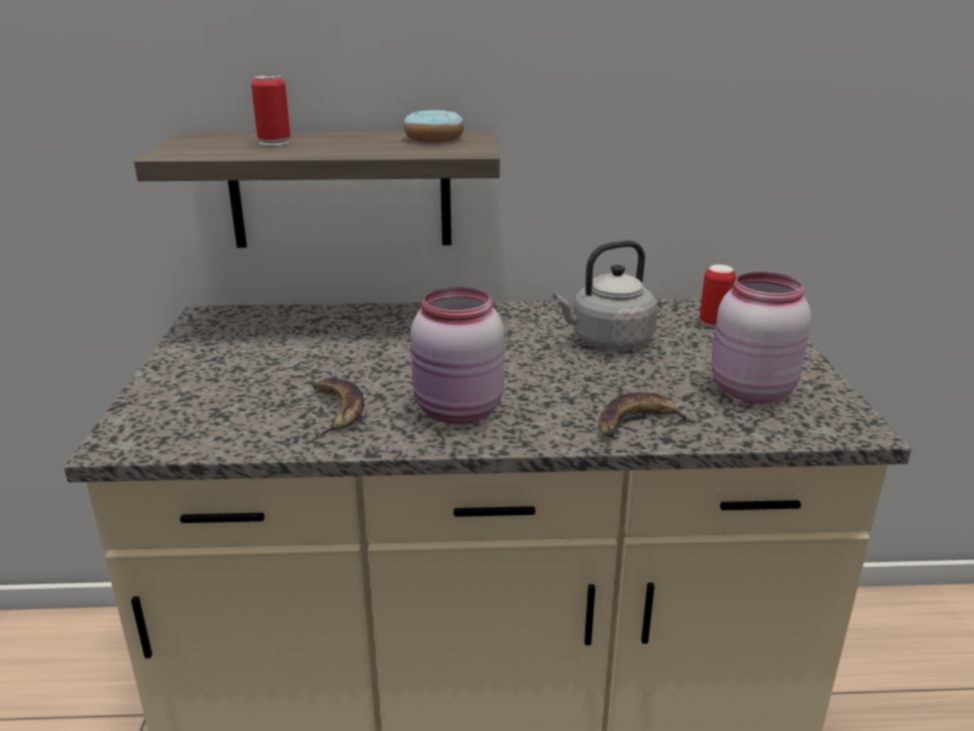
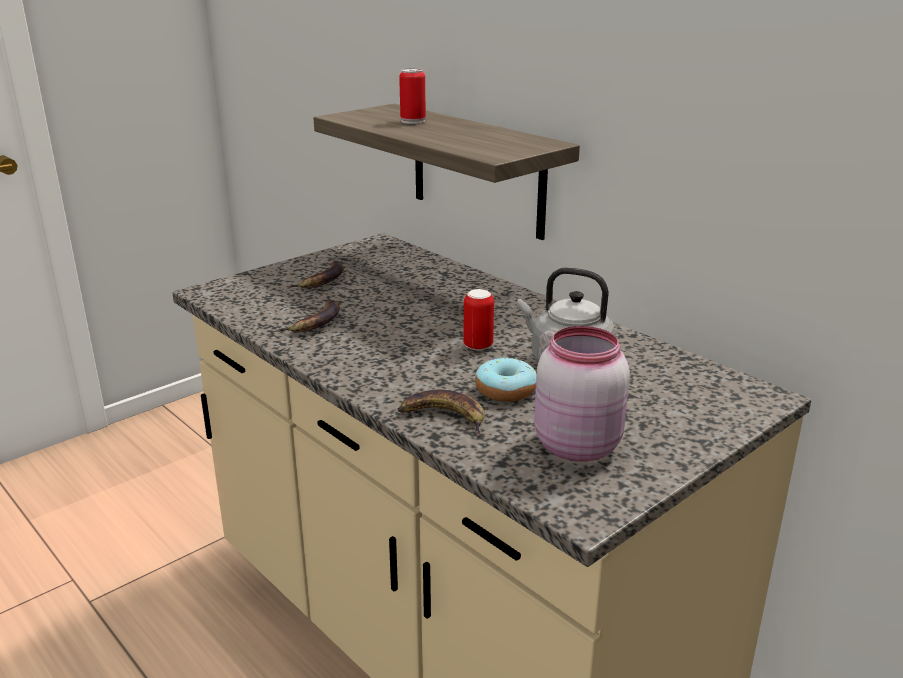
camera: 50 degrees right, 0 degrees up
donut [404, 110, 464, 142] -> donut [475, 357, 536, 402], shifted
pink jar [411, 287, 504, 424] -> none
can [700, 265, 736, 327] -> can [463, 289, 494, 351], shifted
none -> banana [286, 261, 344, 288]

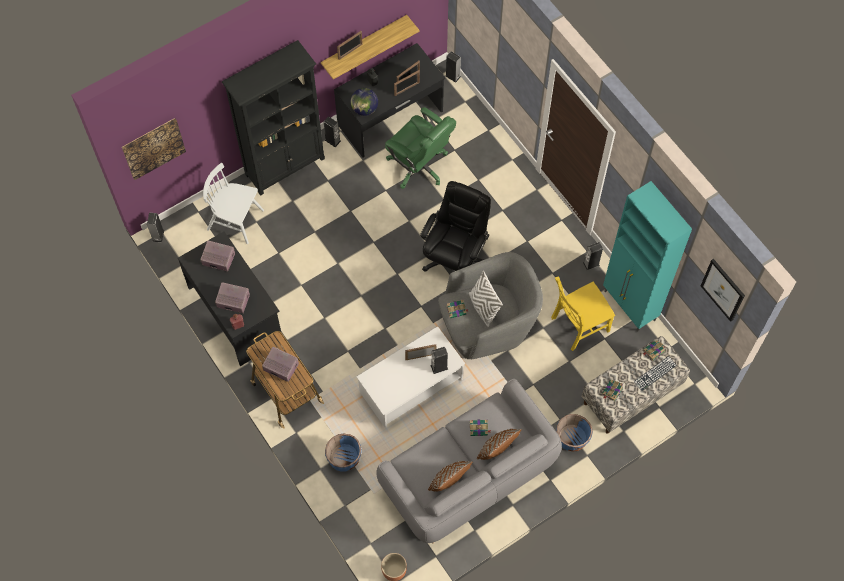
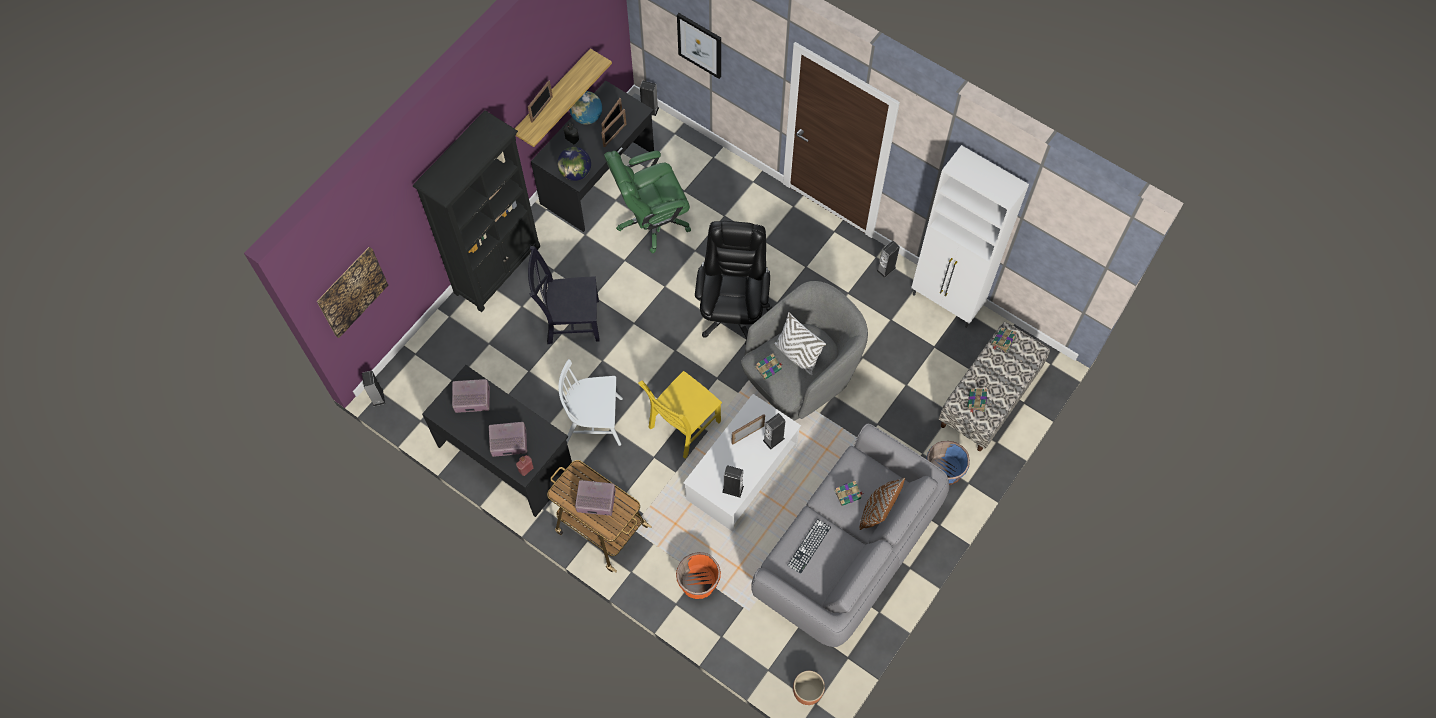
camera: 20 degrees left, 0 degrees up
white chair [203, 163, 264, 244] -> white chair [558, 359, 623, 446], shifted
speaker [324, 116, 341, 147] -> speaker [722, 465, 744, 498], shifted
blue planter [325, 434, 362, 471] -> orange planter [676, 552, 721, 599]
green office chair [385, 107, 456, 189] -> green office chair [604, 151, 691, 254], 135 degrees clockwise
brown pillow [428, 461, 472, 491] -> none
yellow chair [551, 277, 615, 351] -> yellow chair [638, 371, 722, 459], shifted
turquoise cabinet [603, 181, 692, 332] -> white cabinet [911, 145, 1029, 328]
keyboard [634, 356, 677, 391] -> keyboard [787, 519, 831, 574], shifted
picture [701, 259, 745, 322] -> picture [677, 13, 721, 79], shifted
none -> black chair [528, 246, 600, 344]
none -> globe [569, 91, 602, 125]

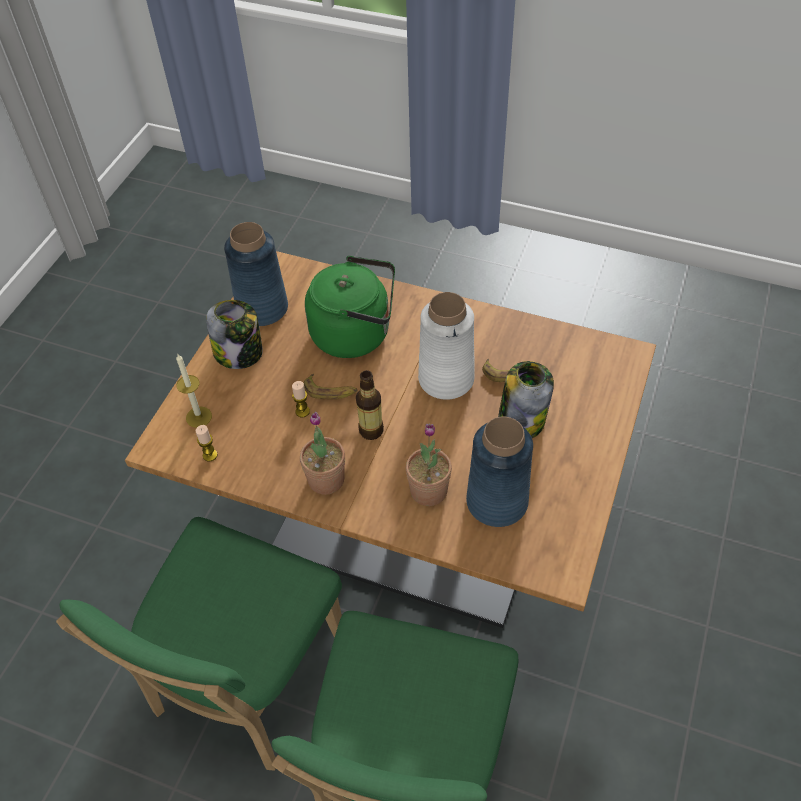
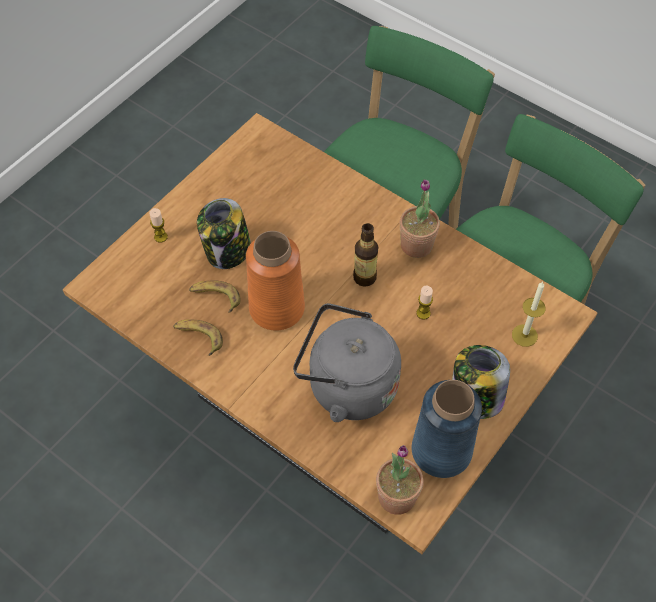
camera: 165 degrees left, 5 degrees up
candle [196, 425, 218, 461] -> candle [149, 208, 168, 243], shifted
banana [304, 374, 358, 399] -> banana [173, 319, 223, 356], shifted
green kettle [305, 256, 395, 358] -> grey kettle [293, 303, 401, 422]
potted plant [406, 424, 452, 506] -> potted plant [376, 445, 424, 515], shifted
white vase [418, 292, 474, 400] -> orange vase [246, 231, 305, 330]
blue vase [466, 417, 533, 527] -> none

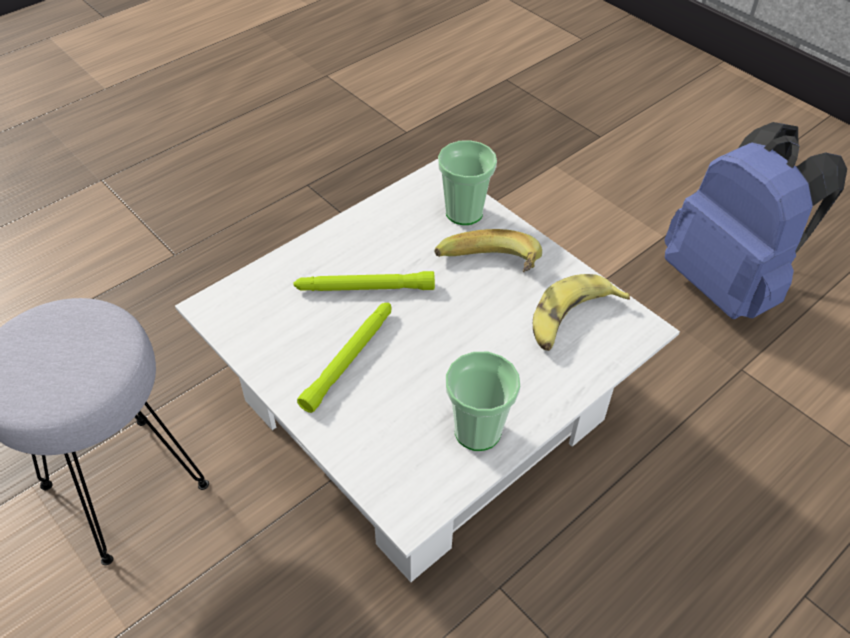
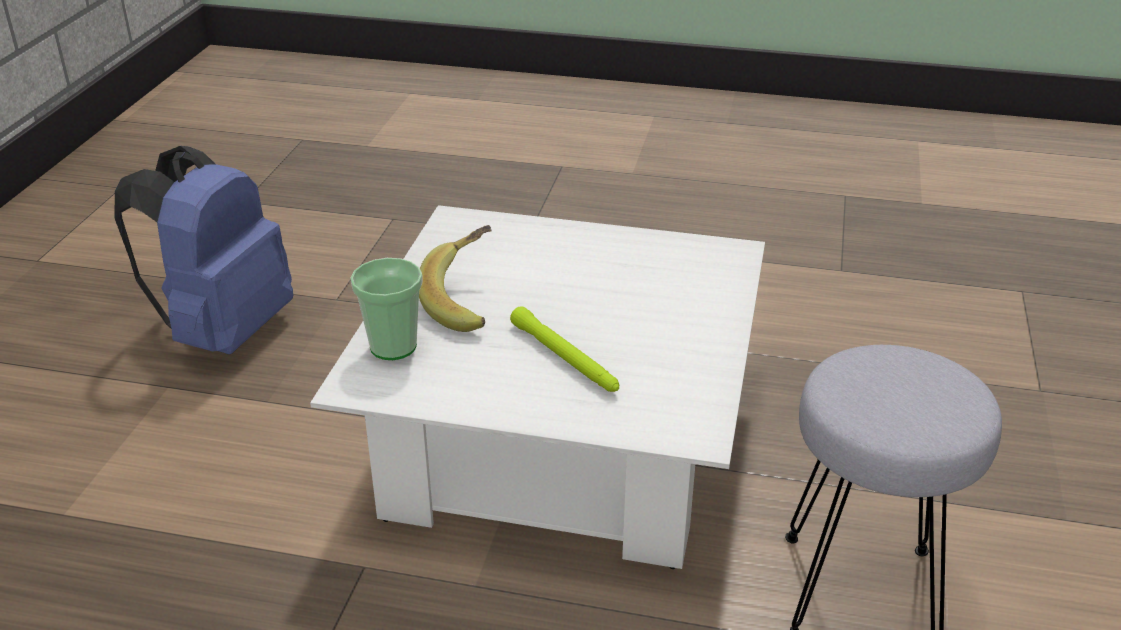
camera: 125 degrees left, 15 degrees down
green flashlight [297, 303, 392, 413] -> none
cup [446, 351, 521, 451] -> none
banana [533, 274, 630, 351] -> none

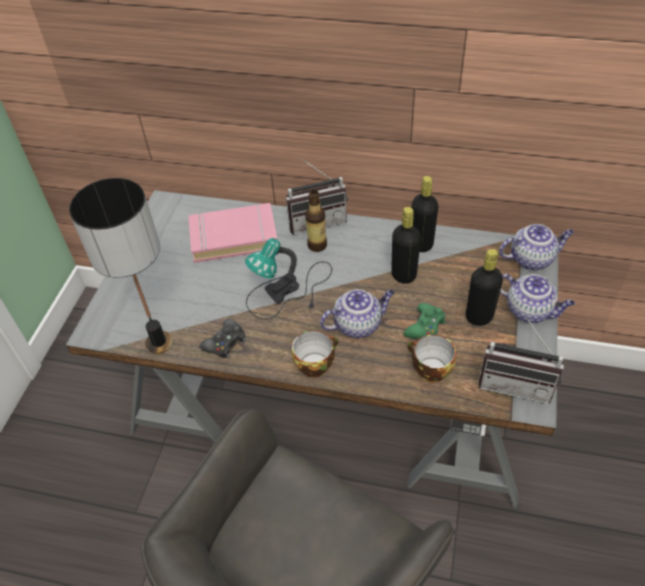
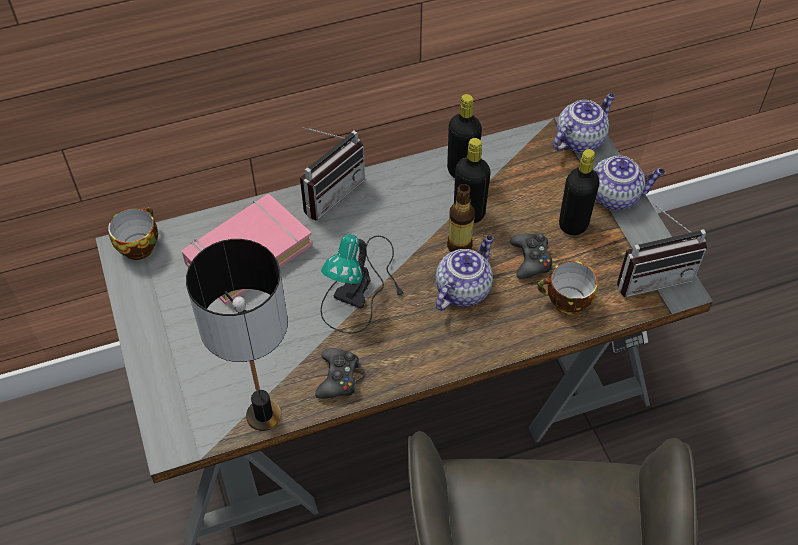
camera: 35 degrees left, 5 degrees up
cup [292, 330, 339, 377] -> cup [108, 207, 158, 260], shifted
bottle [305, 190, 327, 252] -> bottle [447, 184, 475, 252], shifted
green game controller [404, 303, 445, 338] -> black game controller [510, 233, 552, 279]

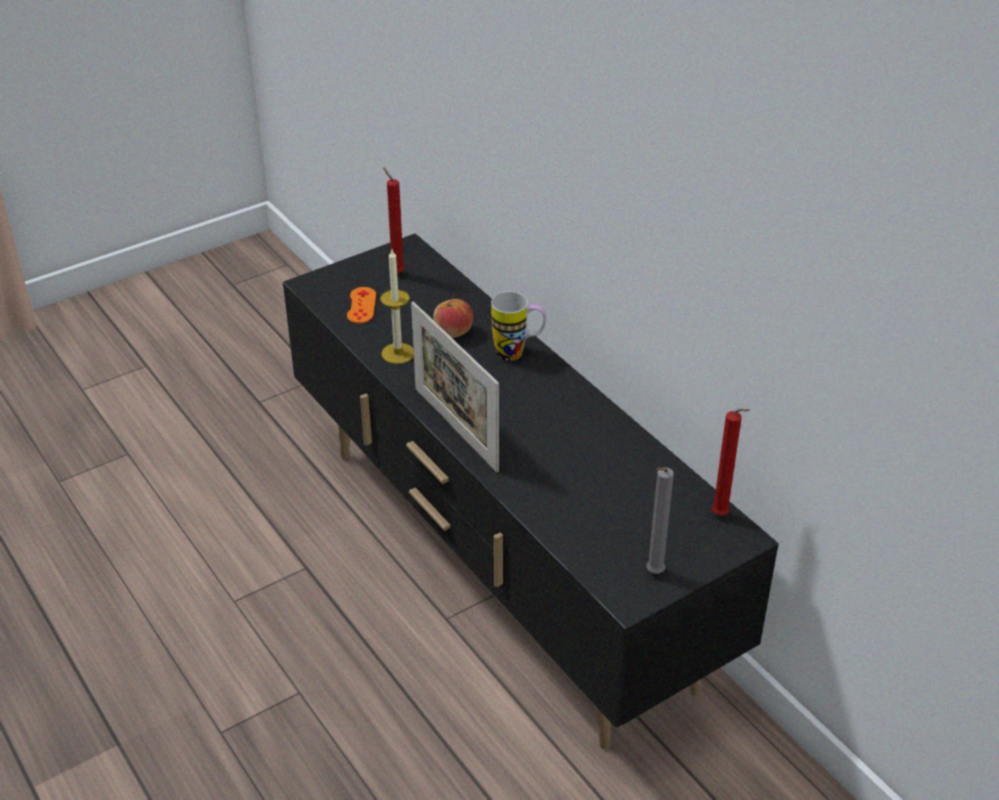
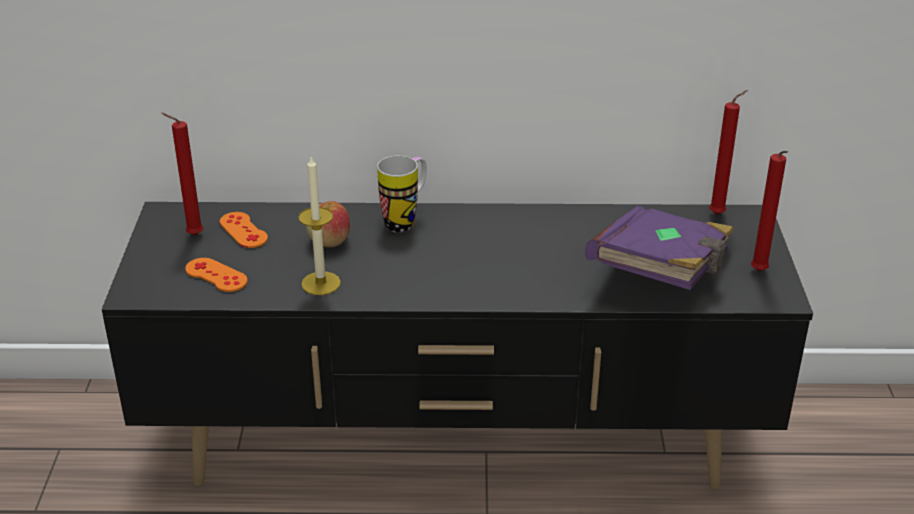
camera: 55 degrees left, 5 degrees down
picture frame [411, 302, 499, 472] -> none
grey candle [647, 467, 674, 574] -> red candle [751, 151, 788, 271]
none -> orange game controller [220, 212, 268, 248]
none -> purple book [585, 206, 734, 290]

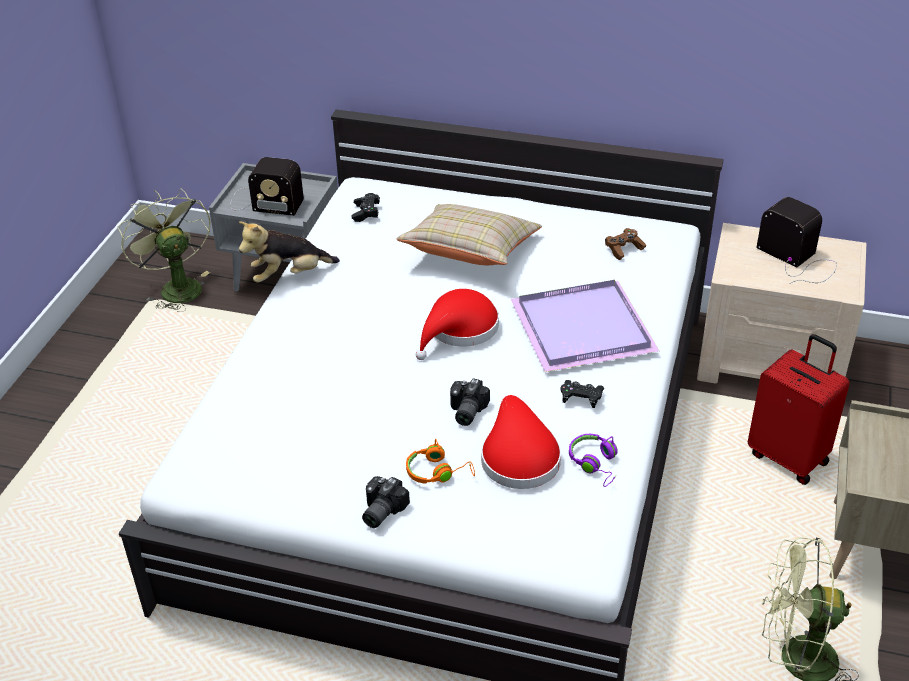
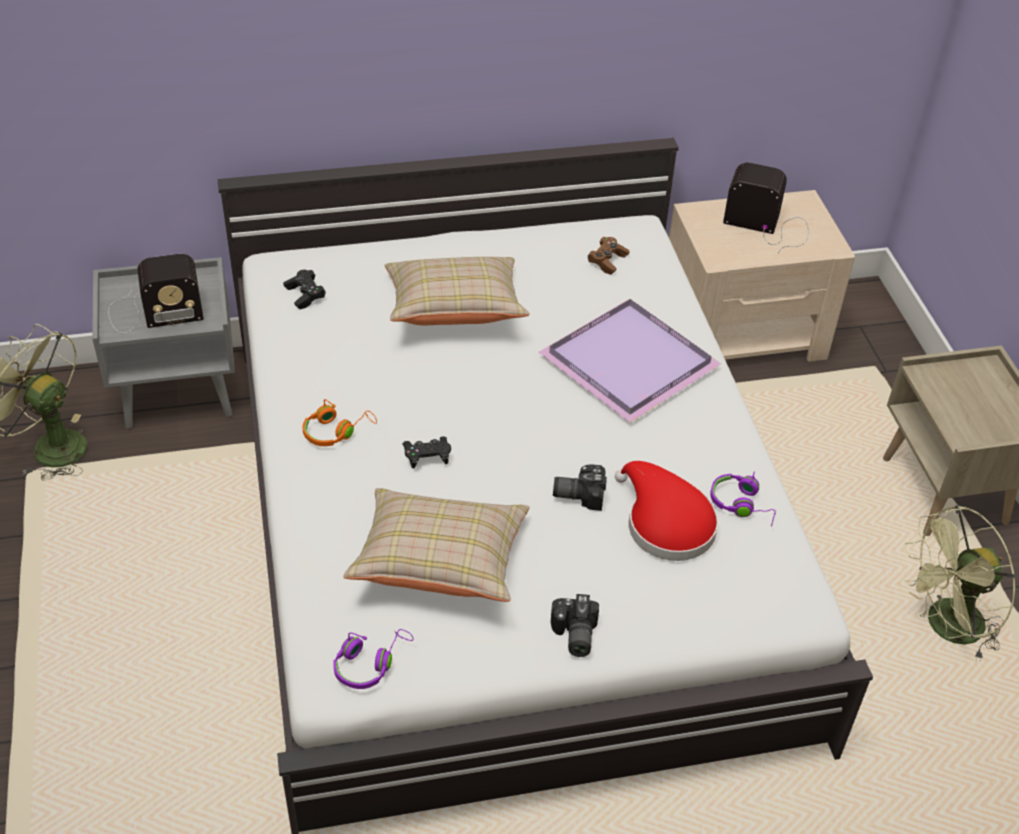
camera: 30 degrees left, 5 degrees up
plush toy [238, 221, 340, 283] -> none
orange headphones [406, 439, 475, 484] -> orange headphones [302, 399, 377, 446], shifted
red hat [416, 289, 499, 360] -> none
photo camera [450, 378, 490, 426] -> photo camera [553, 464, 607, 511], 105 degrees clockwise
black game controller [560, 380, 604, 408] -> black game controller [402, 436, 451, 468], shifted
red suitcase [748, 334, 850, 485] -> none
none -> purple headphones [333, 629, 414, 689]
none -> beige pillow [343, 488, 529, 602]

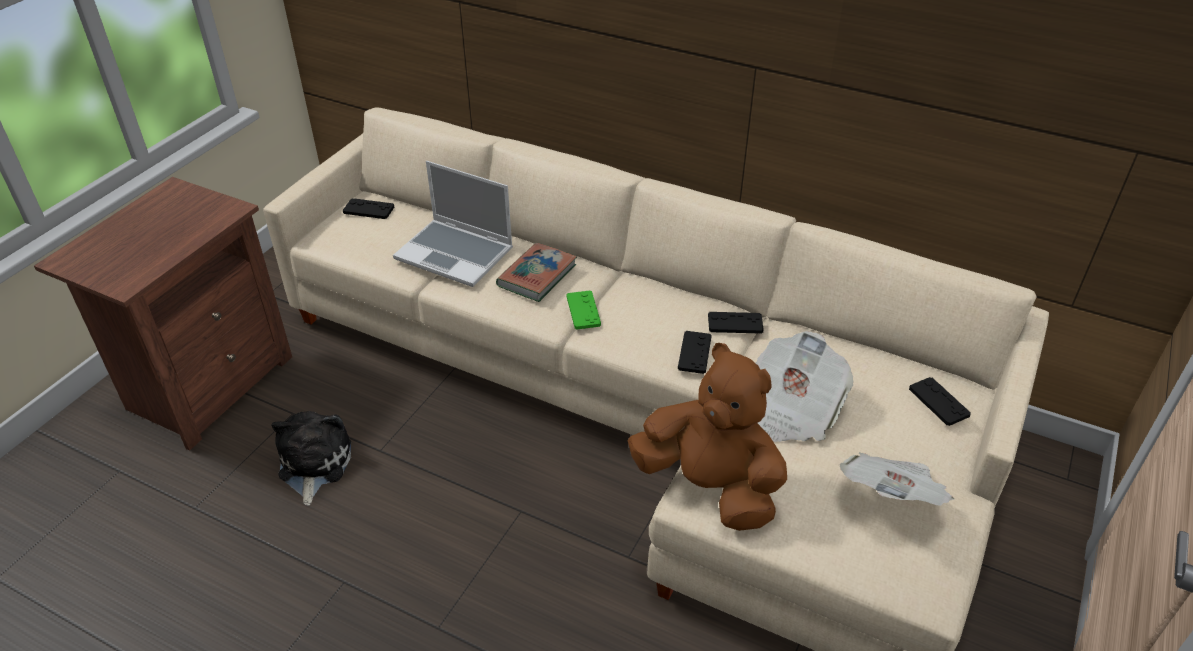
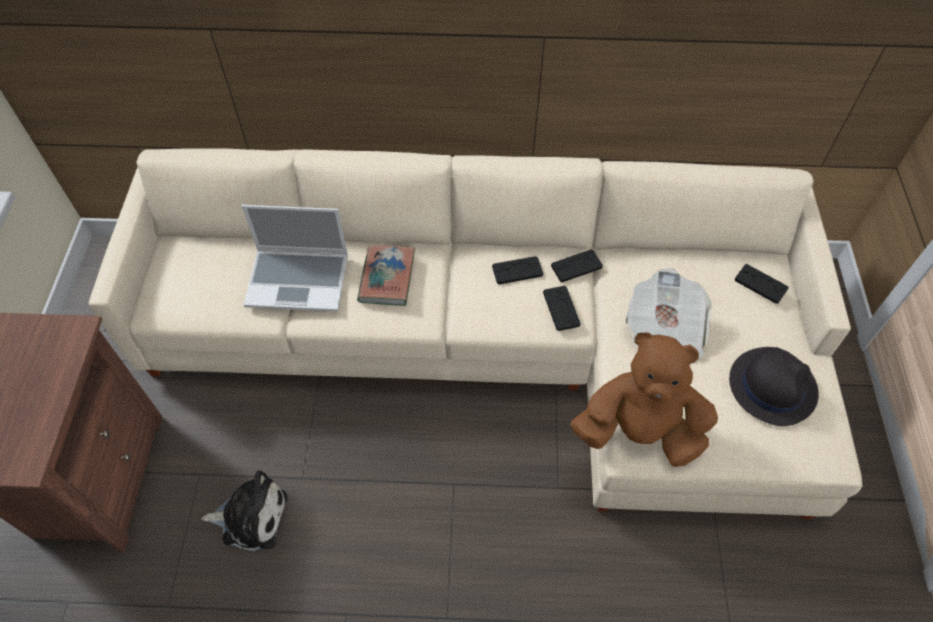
camera: 25 degrees left, 15 degrees up
plush toy [271, 411, 351, 506] -> plush toy [201, 470, 288, 551], 120 degrees clockwise
black game controller [343, 198, 394, 219] -> black game controller [492, 256, 543, 284], shifted
green game controller [566, 291, 601, 330] -> none
newspaper [839, 452, 954, 506] -> black hat [729, 347, 819, 426]

